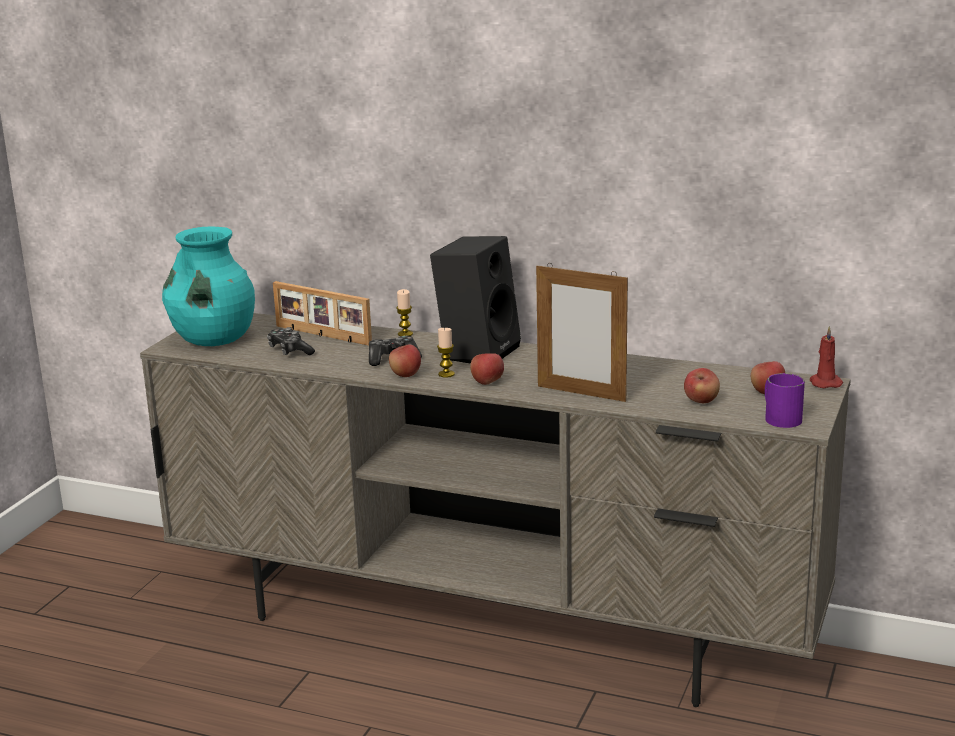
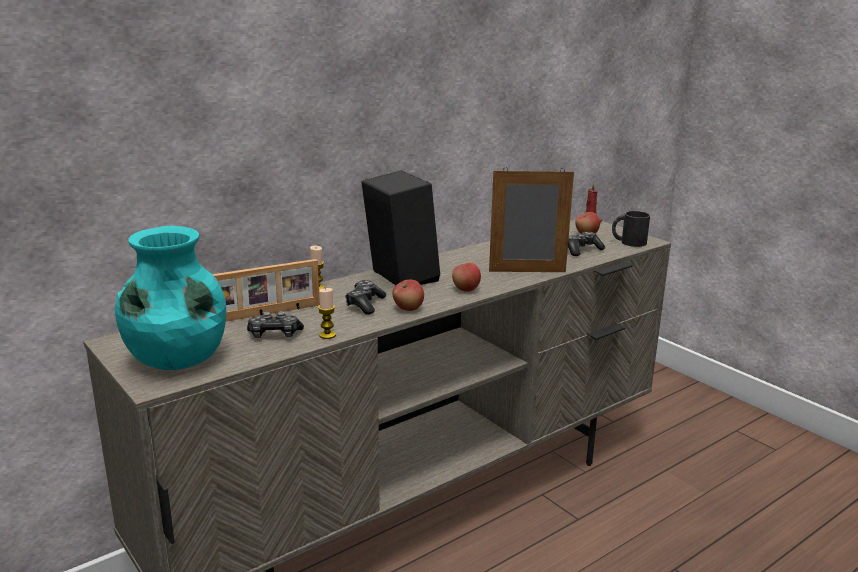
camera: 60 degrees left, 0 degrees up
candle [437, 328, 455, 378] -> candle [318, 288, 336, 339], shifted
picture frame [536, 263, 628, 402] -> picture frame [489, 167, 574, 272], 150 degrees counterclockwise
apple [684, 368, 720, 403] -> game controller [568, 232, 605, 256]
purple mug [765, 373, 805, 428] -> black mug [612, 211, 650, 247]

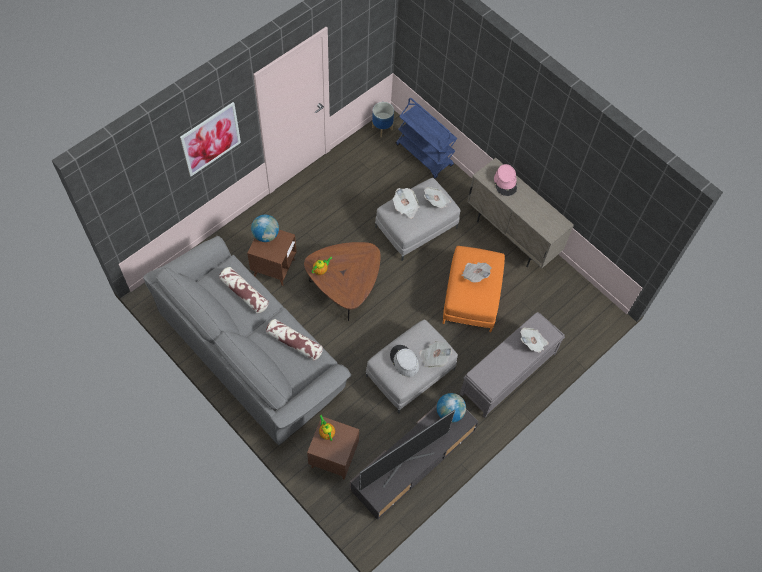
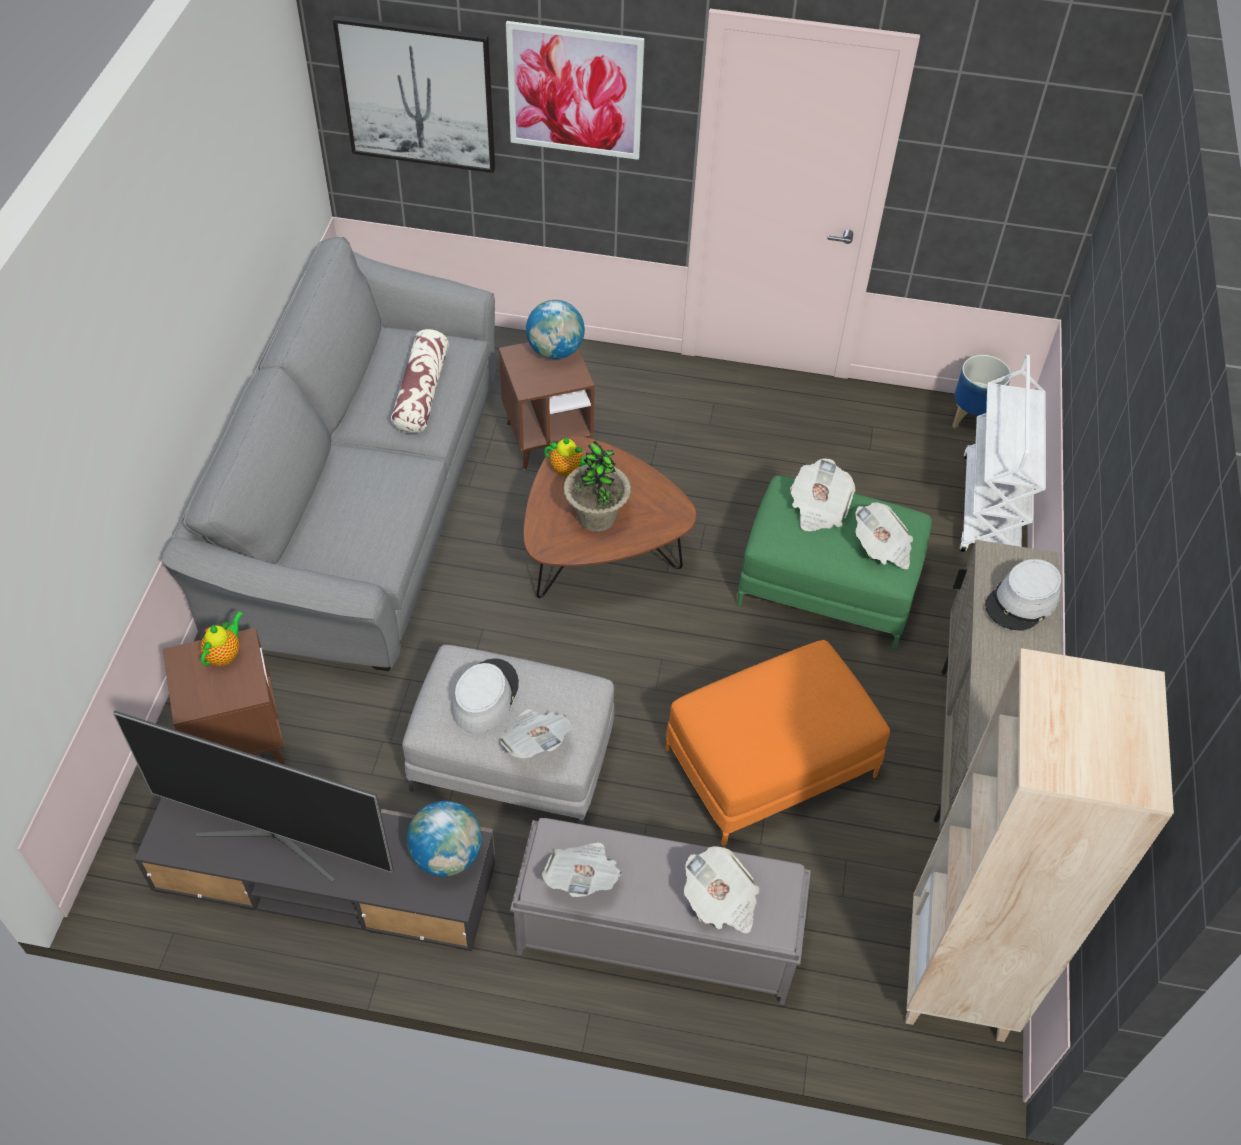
camera: 55 degrees right, 10 degrees down
pillow [266, 319, 323, 361] -> none
grey ottoman [375, 178, 460, 261] -> green ottoman [737, 475, 932, 649]
blue cart [396, 98, 457, 179] -> white cart [959, 355, 1046, 552]
newspaper [461, 262, 491, 282] -> newspaper [542, 842, 622, 897], shifted
pink hat [494, 164, 517, 196] -> grey hat [985, 559, 1061, 630]
none -> picture [333, 16, 495, 173]
none -> potted plant [563, 441, 631, 532]
none -> beige bookcase [905, 648, 1174, 1042]

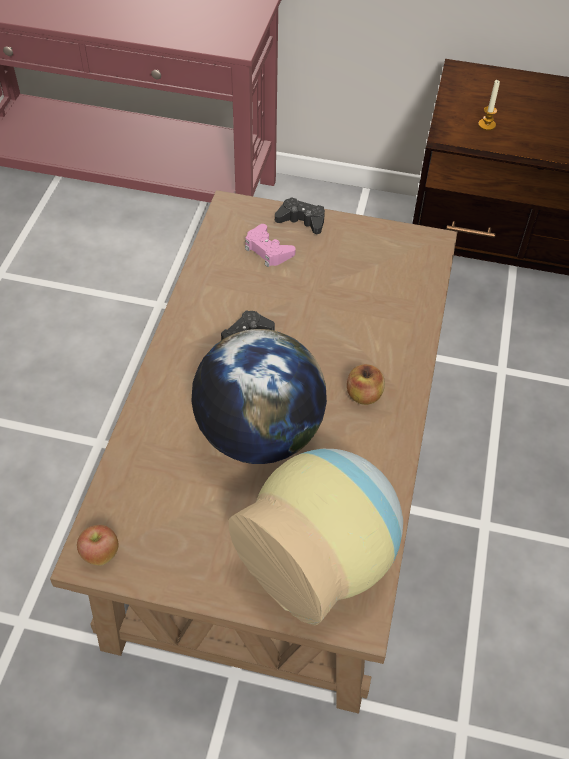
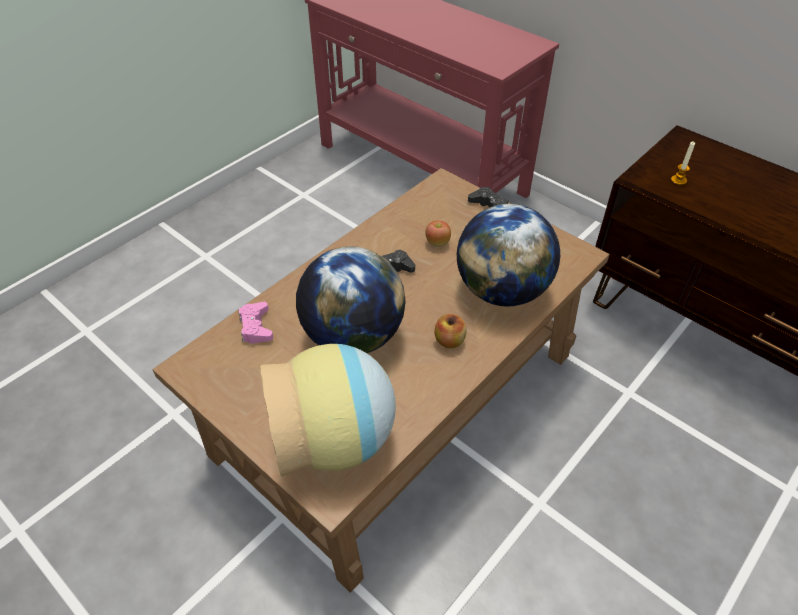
camera: 30 degrees right, 5 degrees down
apple [77, 525, 118, 566] -> apple [425, 220, 451, 247], shifted
pink game controller [245, 224, 296, 267] -> pink game controller [239, 302, 273, 344], shifted
none -> globe [457, 204, 560, 307]

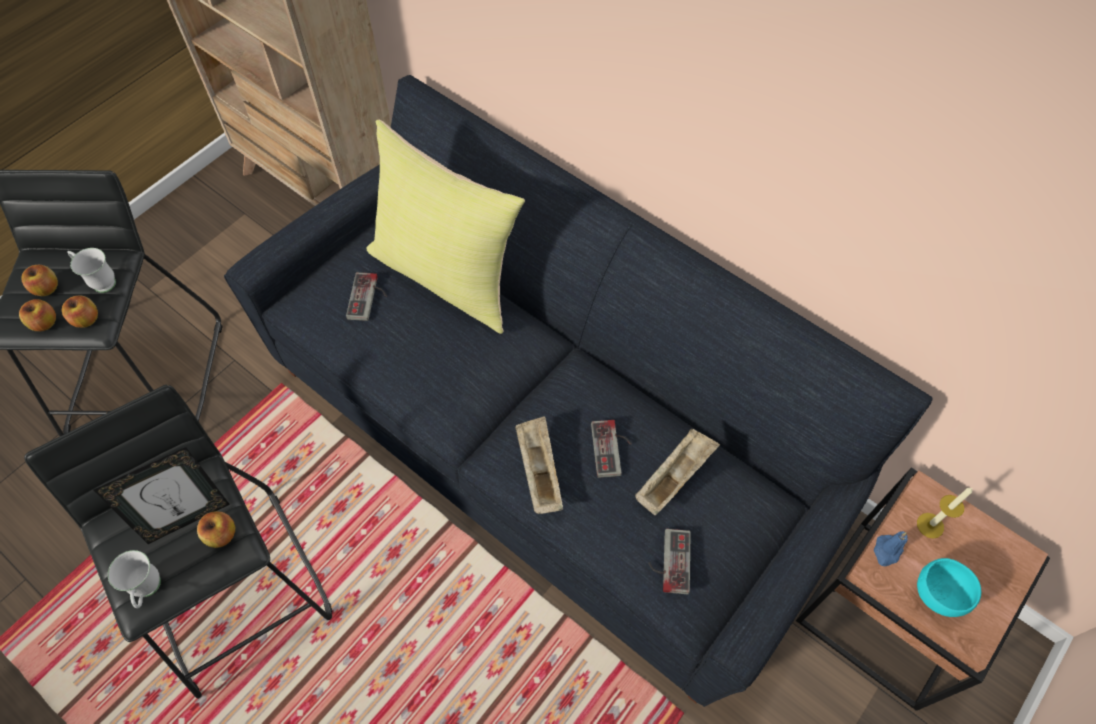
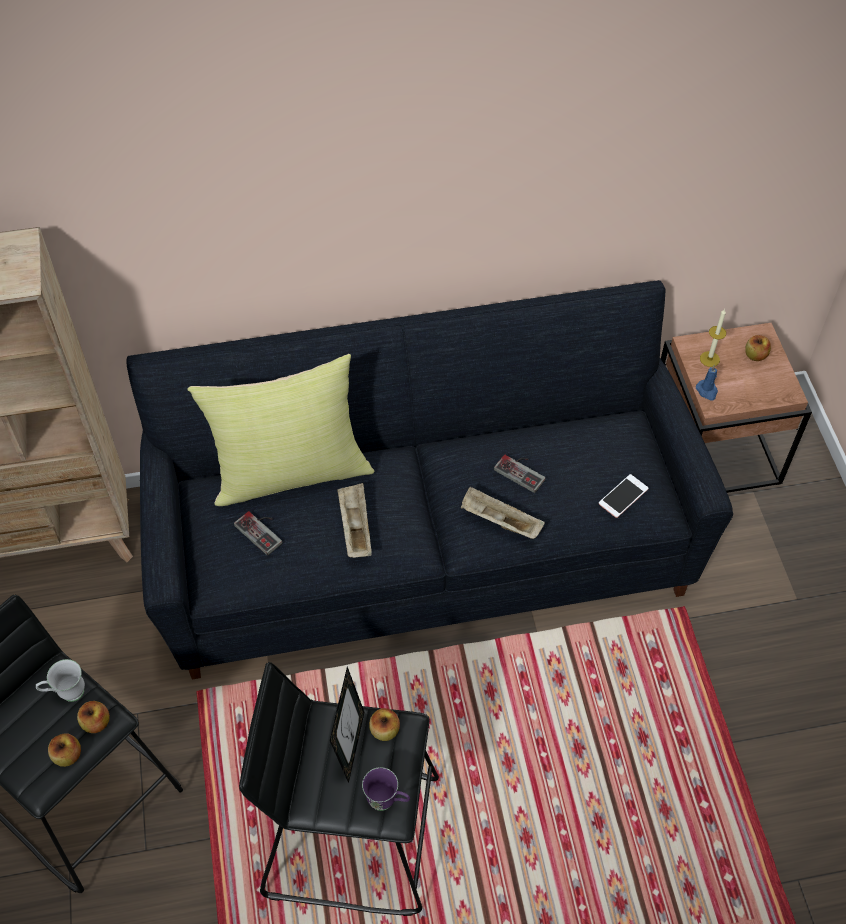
camera: 50 degrees left, 5 degrees down
apple [21, 265, 58, 296] -> apple [745, 335, 771, 361], shifted
white mug [108, 550, 161, 608] -> purple mug [362, 767, 410, 811]
beige tray [635, 429, 720, 515] -> beige tray [337, 483, 372, 558], shifted
game controller [648, 529, 691, 594] -> phone [599, 474, 649, 518]
turquoise bowl [917, 558, 981, 617] -> none

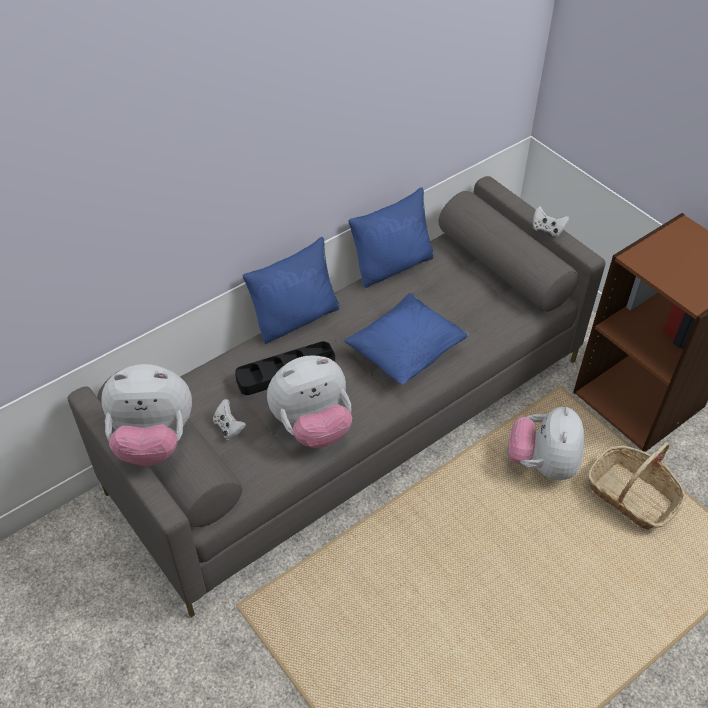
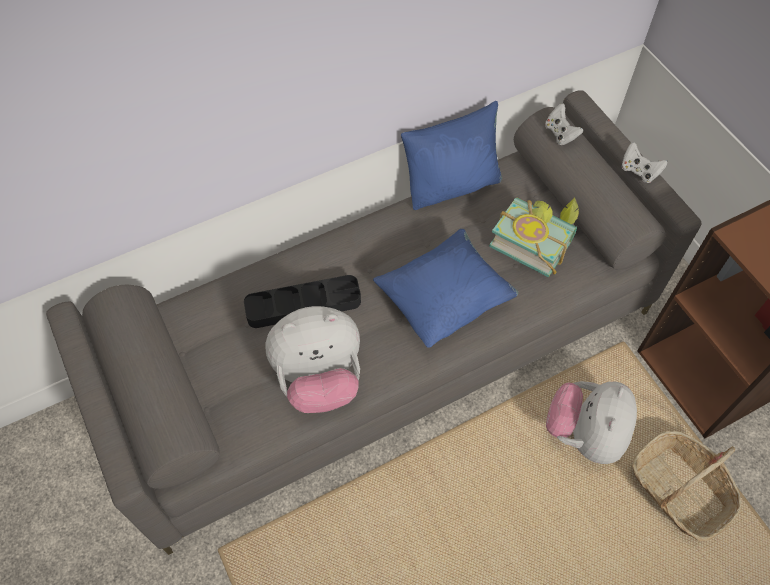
camera: 10 degrees right, 10 degrees up
plush toy [102, 364, 192, 466] -> none
white game controller [213, 399, 246, 440] -> white game controller [545, 103, 583, 145], shifted
blue pillow [243, 237, 340, 344] -> none
none -> book [489, 197, 579, 277]

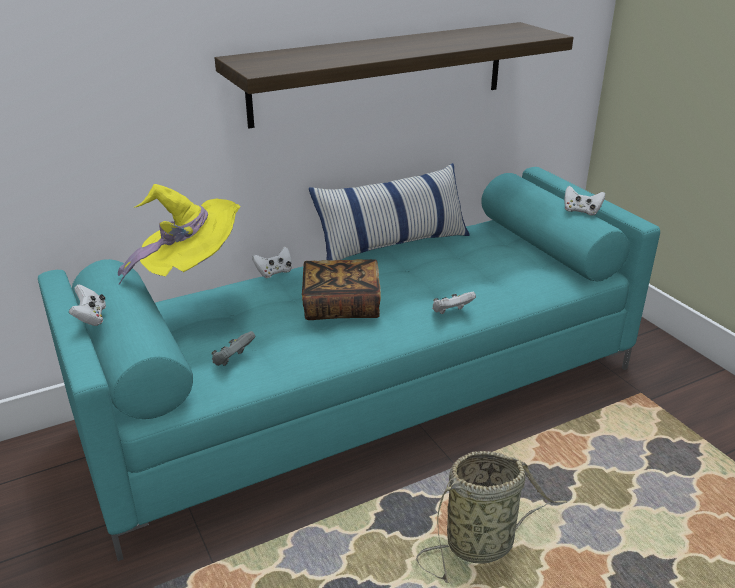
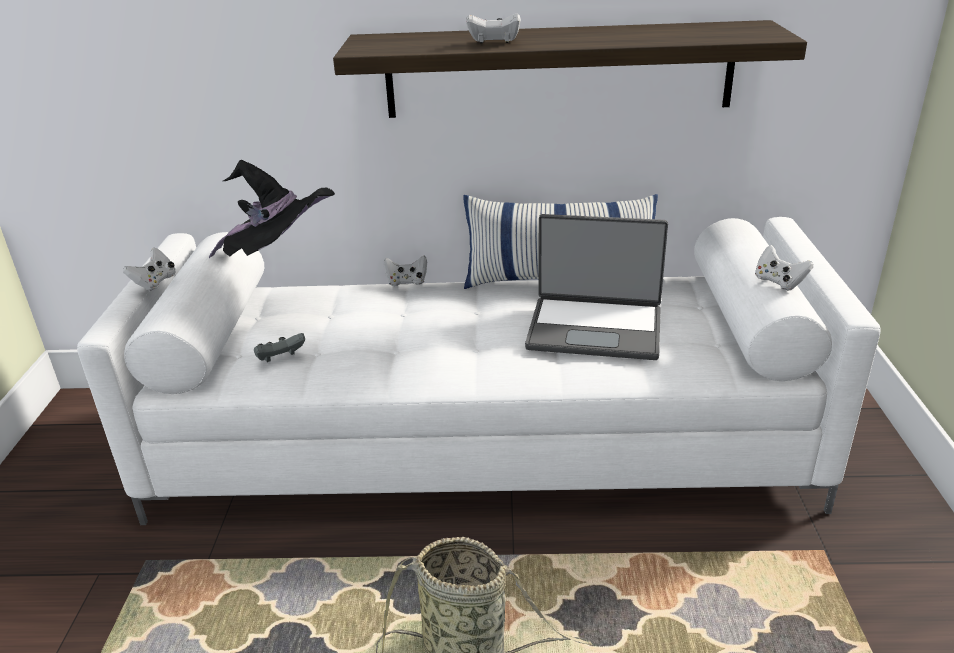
camera: 30 degrees right, 0 degrees up
turquoise sofa [38, 167, 660, 561] -> white sofa [77, 217, 881, 525]
yellow hat [118, 184, 241, 285] -> black hat [209, 160, 335, 258]
book [302, 259, 381, 320] -> none
white game controller [432, 292, 476, 314] -> white game controller [466, 14, 521, 43], shifted
none -> laptop [525, 214, 668, 360]

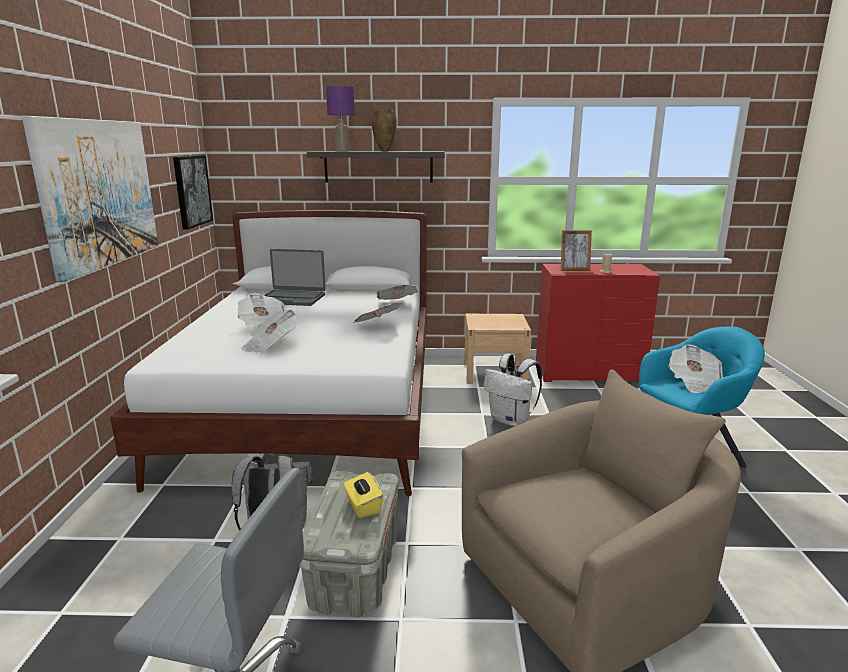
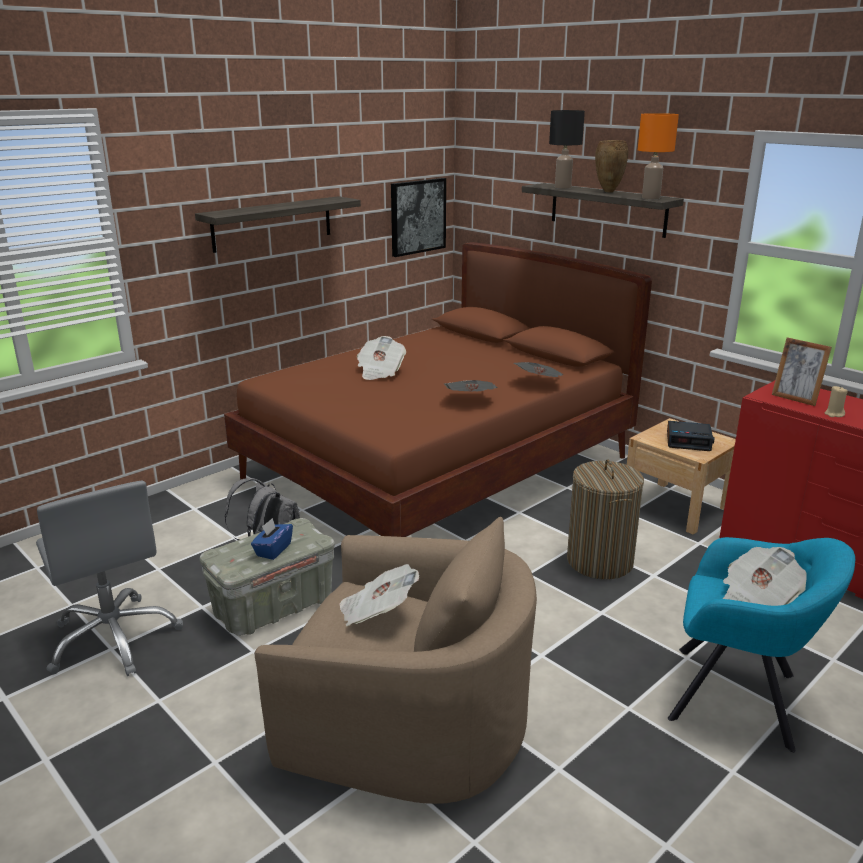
camera: 45 degrees right, 5 degrees up
picture [22, 116, 158, 282] -> shelf [195, 196, 361, 253]
white bed [110, 210, 427, 496] -> brown bed [224, 242, 652, 537]
newspaper [241, 309, 298, 353] -> newspaper [339, 564, 419, 626], shifted
laptop [264, 249, 326, 306] -> none
purple table lamp [326, 86, 355, 152] -> black table lamp [549, 110, 585, 189]
yellow tissue box [344, 472, 383, 518] -> blue tissue box [251, 518, 293, 560]
white backpack [484, 354, 542, 426] -> laundry basket [567, 459, 644, 579]
none -> orange table lamp [638, 113, 679, 199]
none -> alarm clock [667, 421, 714, 451]

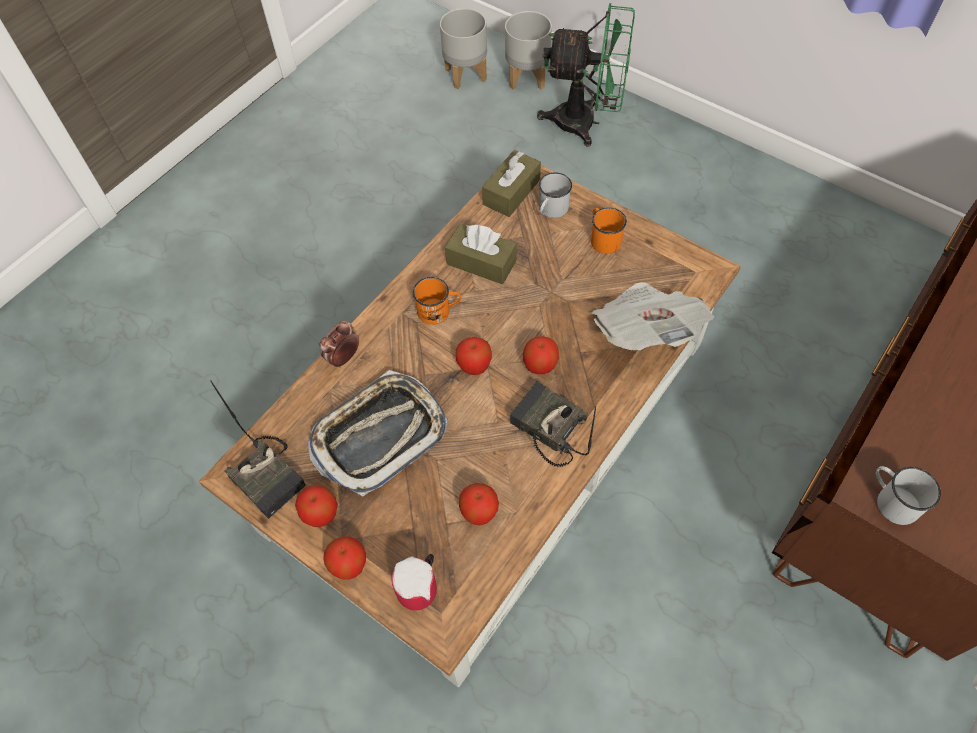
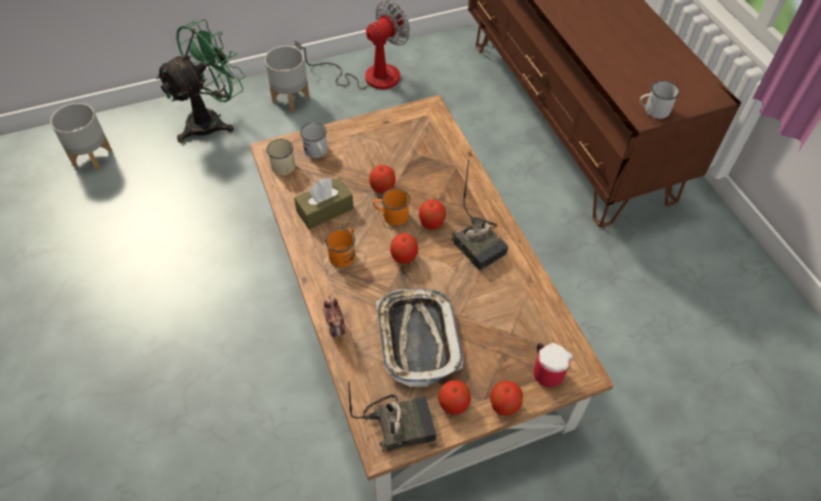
camera: 60 degrees left, 5 degrees down
apple [459, 483, 499, 525] -> apple [369, 165, 396, 193], shifted
brown tissue box [482, 150, 541, 217] -> beige mug [266, 139, 295, 175]
grey planter [505, 11, 552, 89] -> grey planter [265, 46, 310, 112], shifted
radio [510, 381, 596, 467] -> radio [451, 160, 508, 271], 105 degrees counterclockwise
orange mug [591, 207, 627, 254] -> orange mug [373, 188, 410, 226], shifted
newspaper [591, 282, 714, 350] -> none
none -> fan [295, 1, 410, 89]

